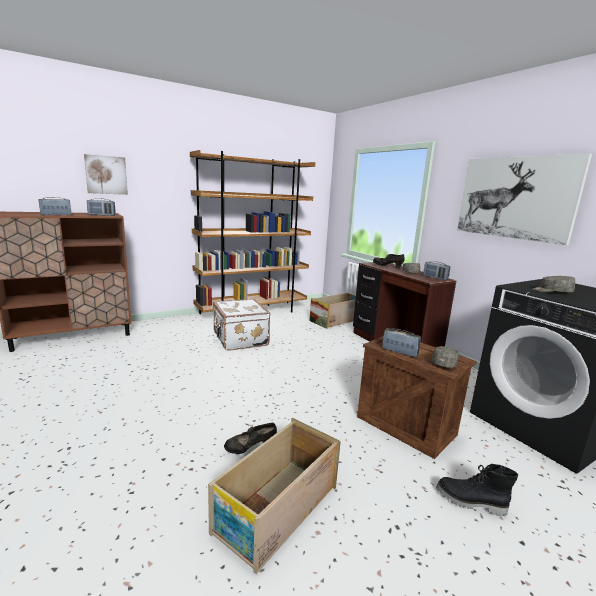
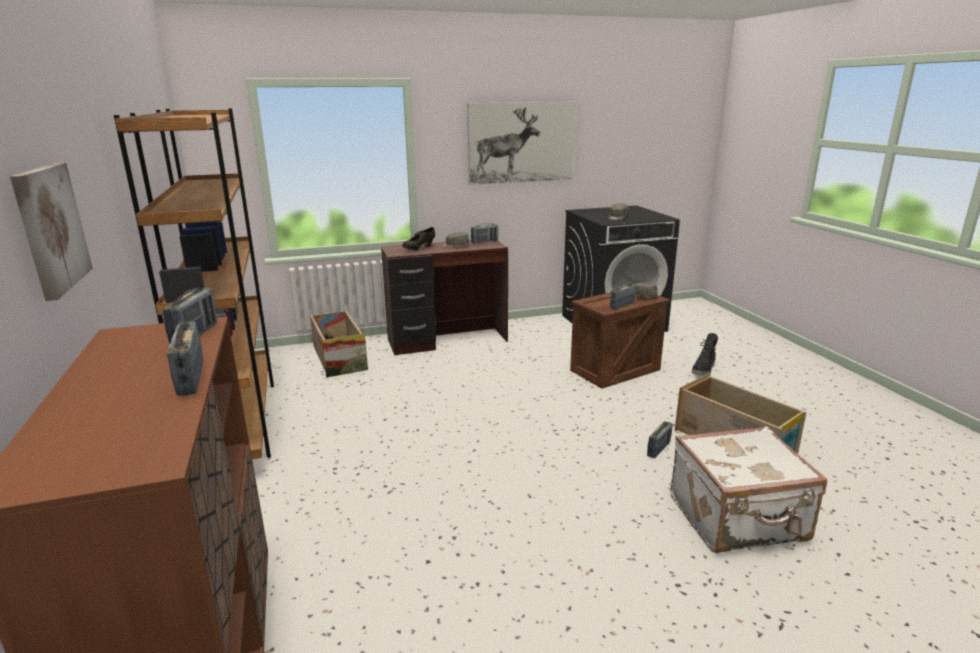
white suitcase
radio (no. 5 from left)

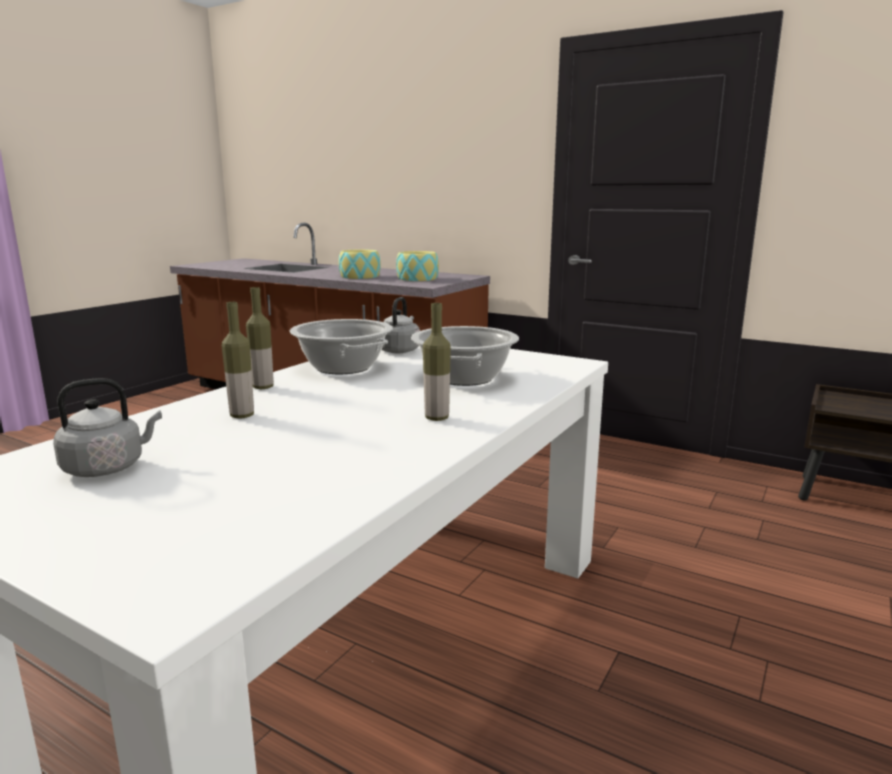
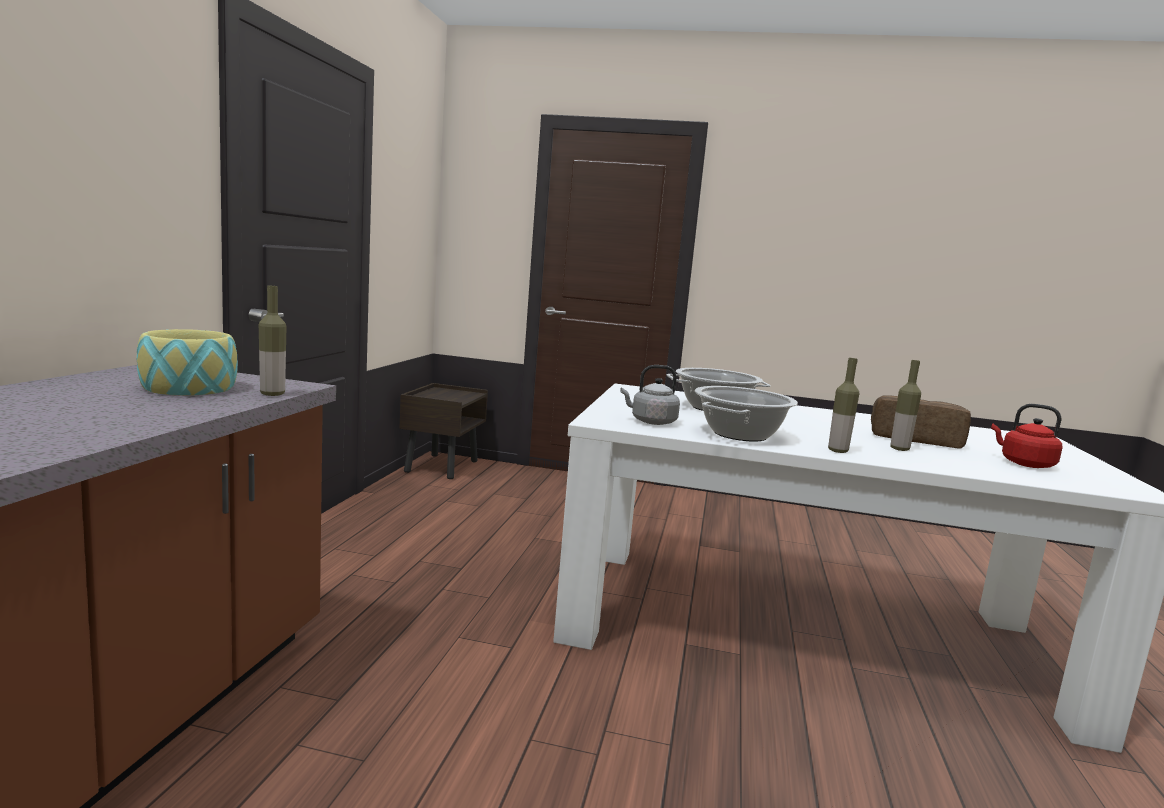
bowl (no. 1 from left in the first image)
bread
bottle (no. 1 from left)
red kettle

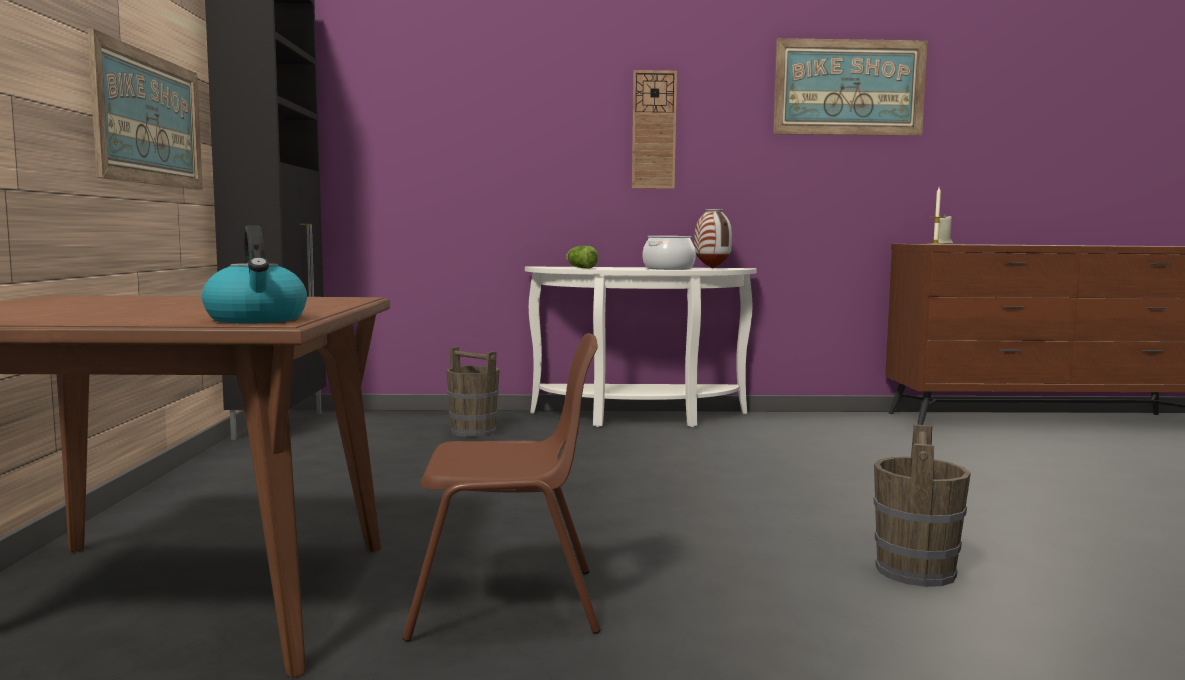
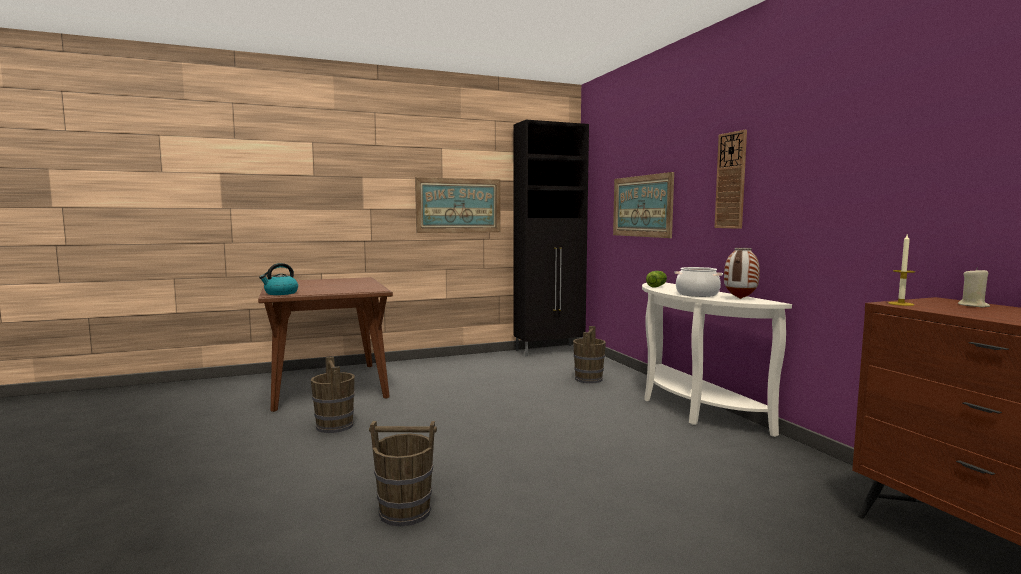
picture (no. 2 from left)
brown bucket (no. 1 from left)

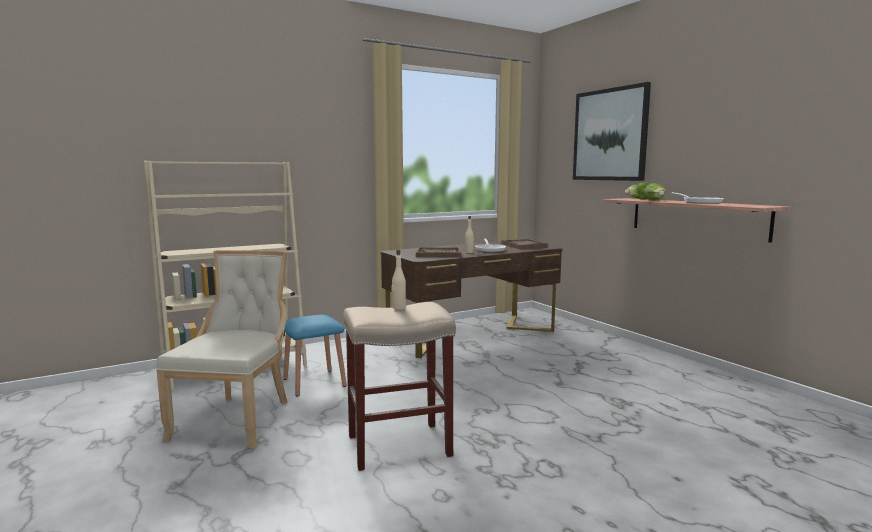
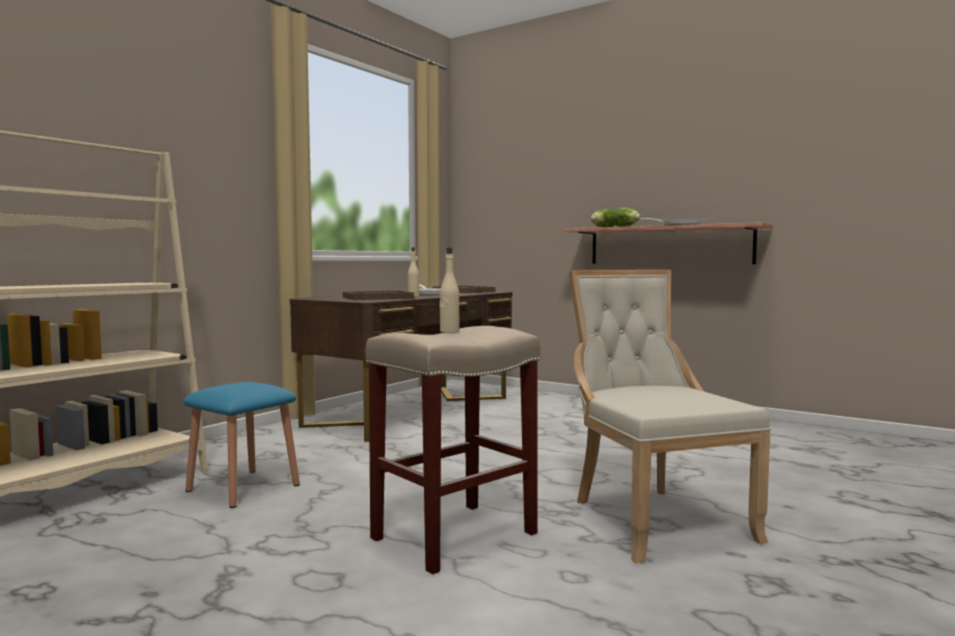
picture
beige chair

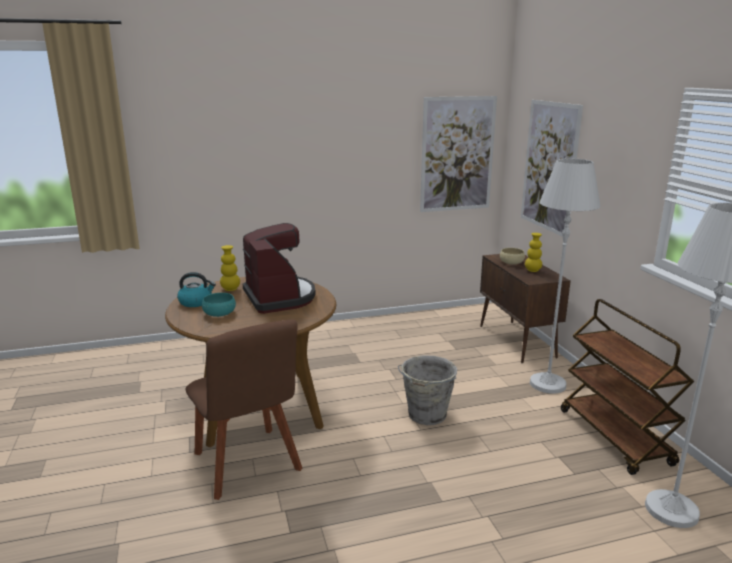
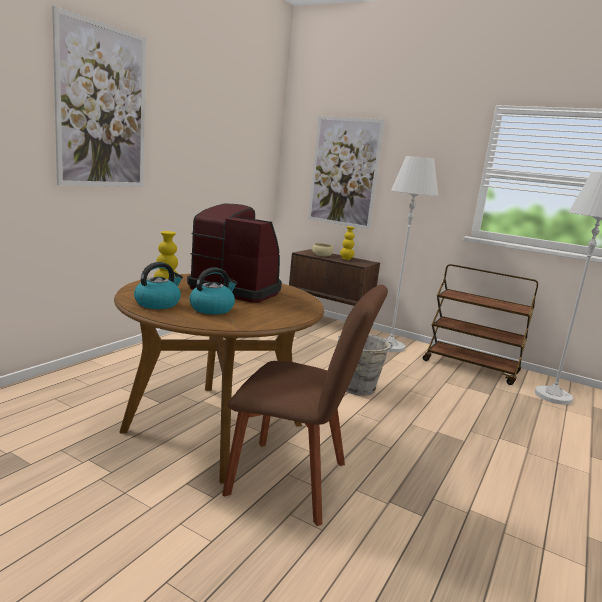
picture (no. 1 from left)
kettle (no. 2 from left)

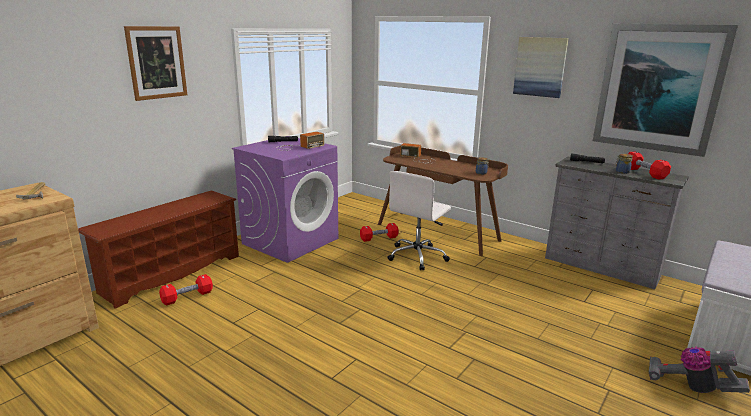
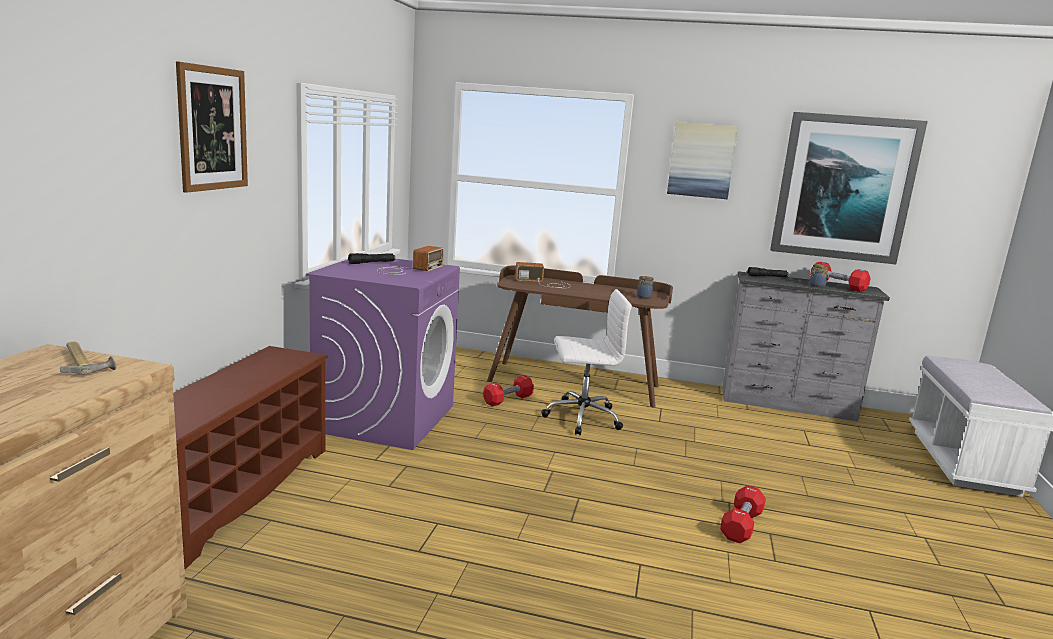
vacuum cleaner
red dumbbell (no. 2 from left)
white office chair

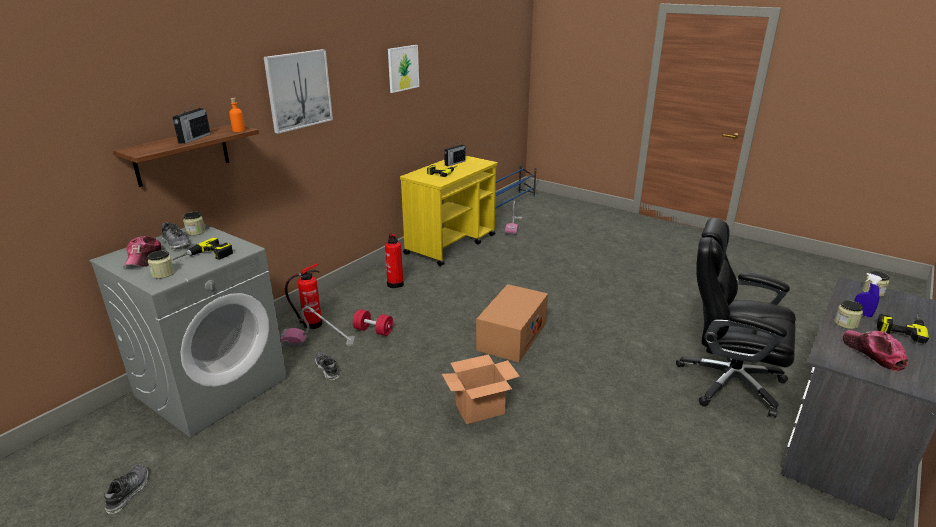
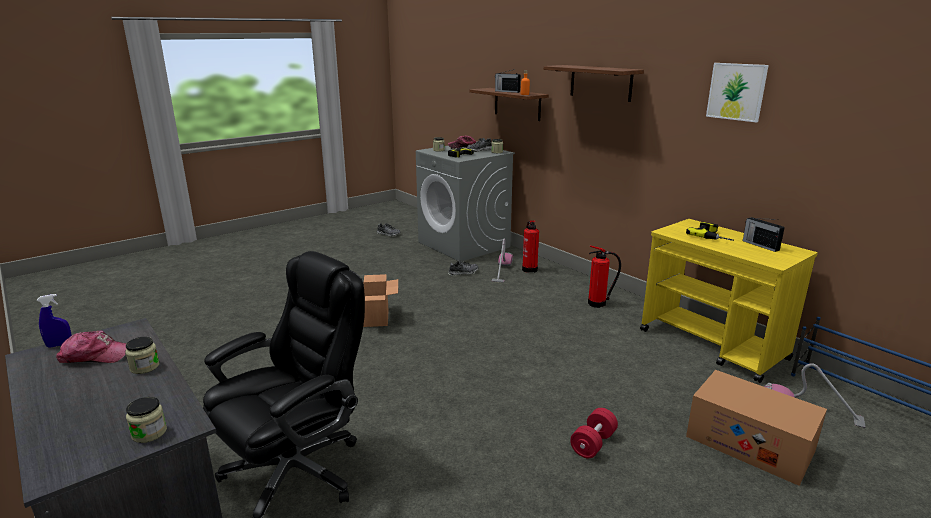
power drill (no. 3 from left in the first image)
red dumbbell
cardboard box (no. 2 from left)
blue spray bottle
shelf (no. 2 from left)

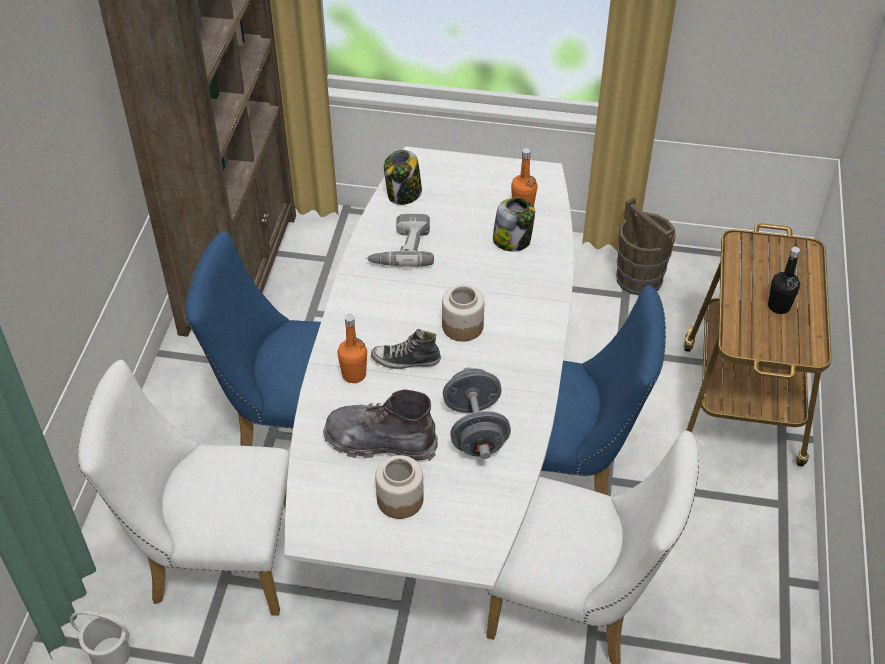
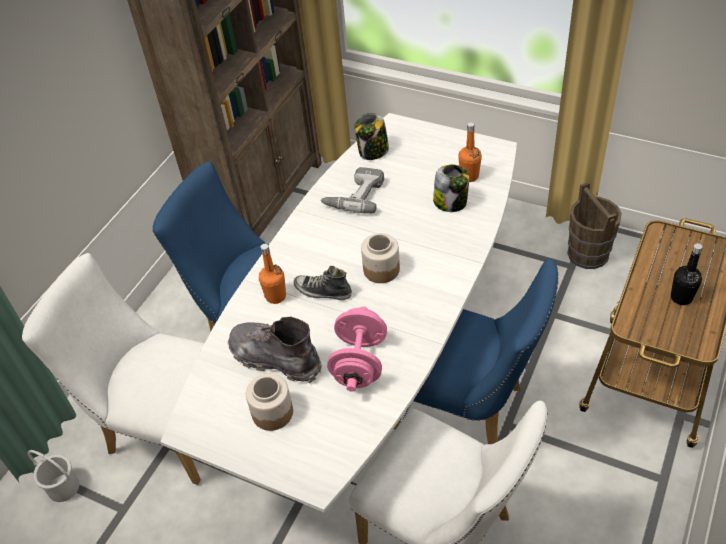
pink dumbbell

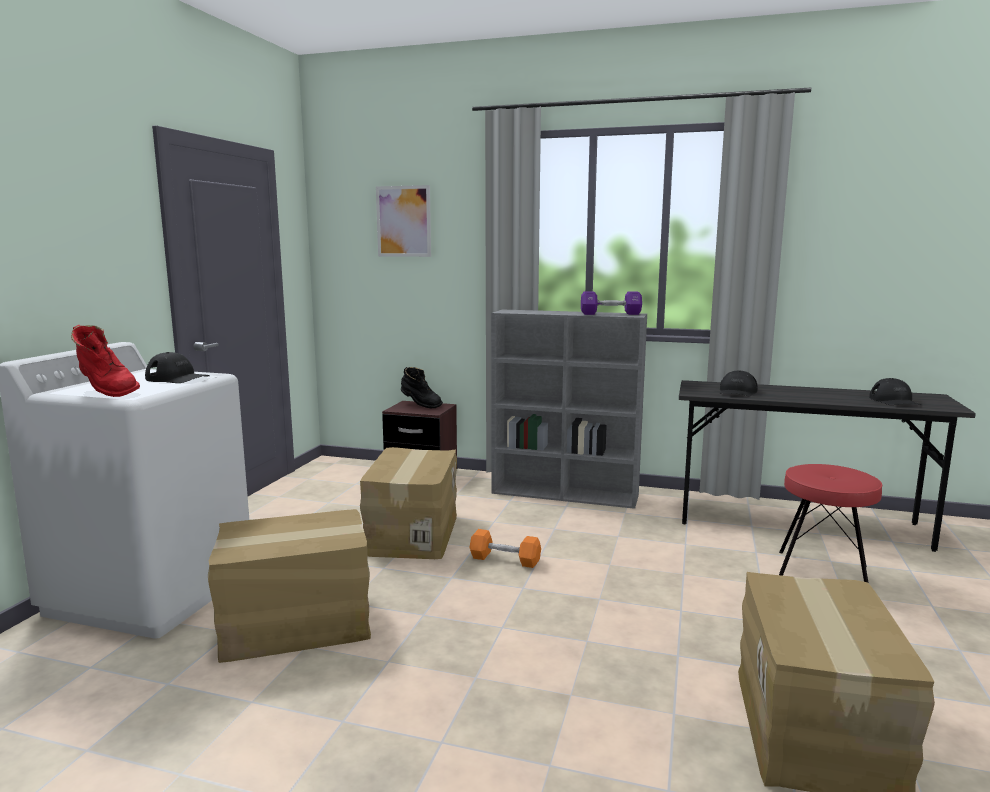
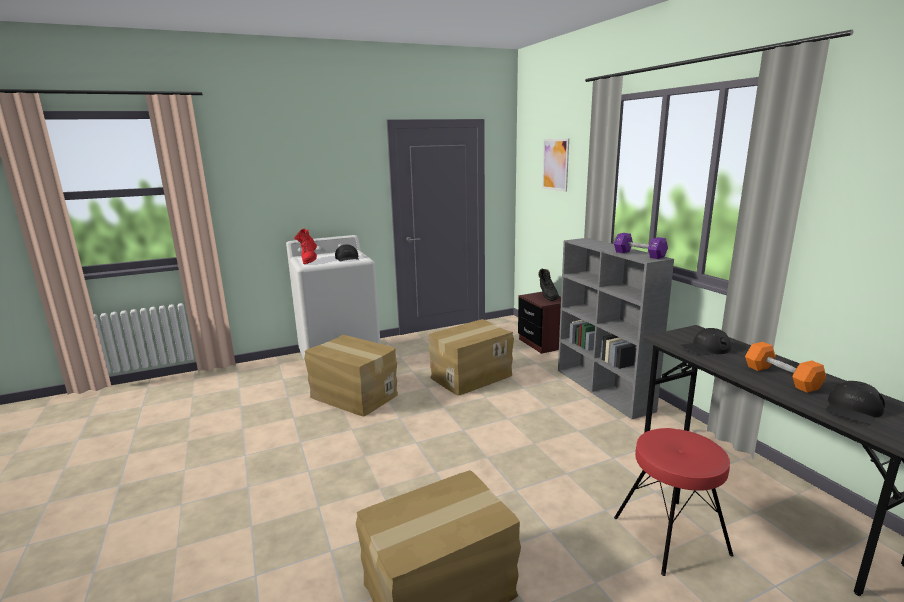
orange dumbbell

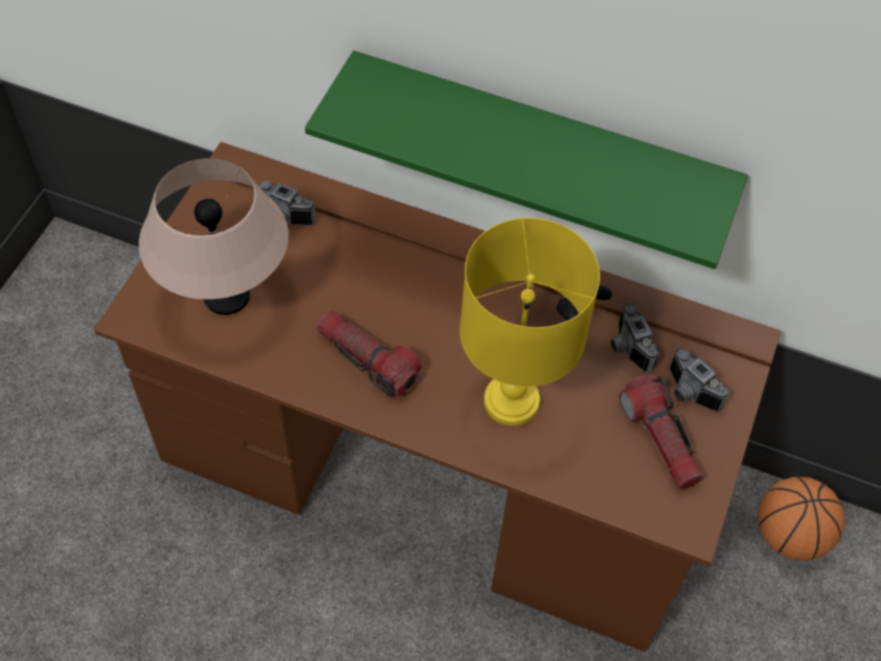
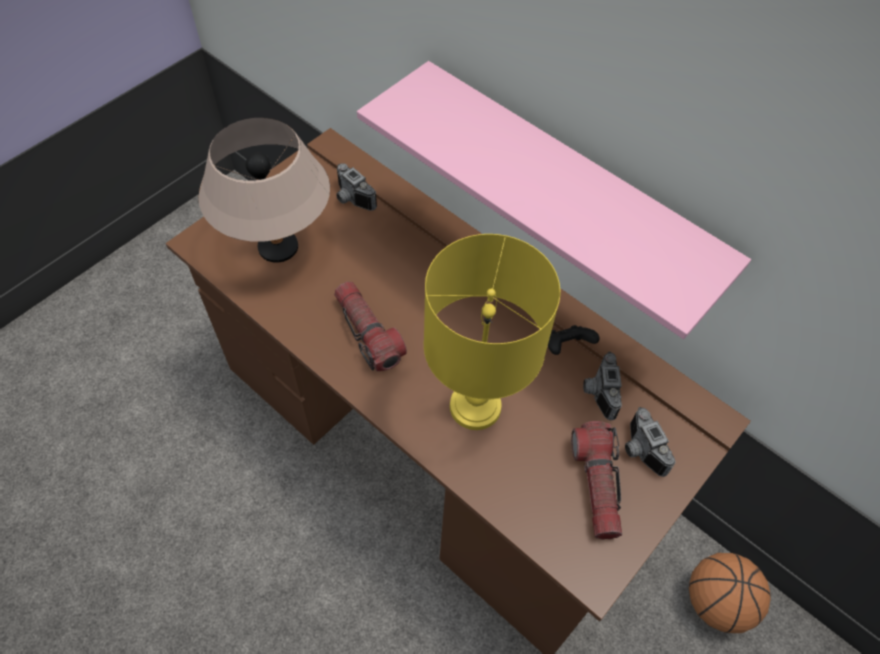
pink shelf

